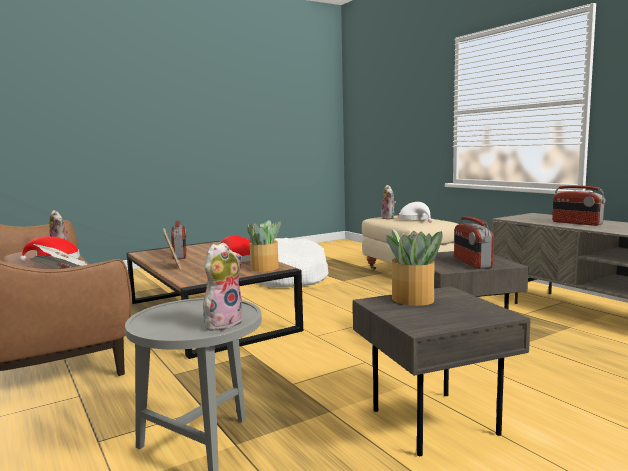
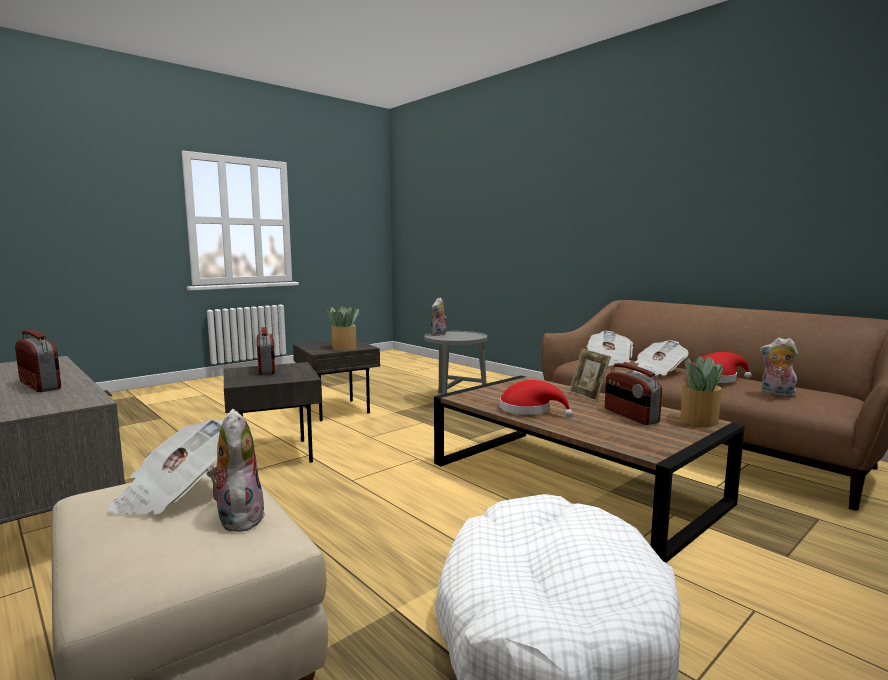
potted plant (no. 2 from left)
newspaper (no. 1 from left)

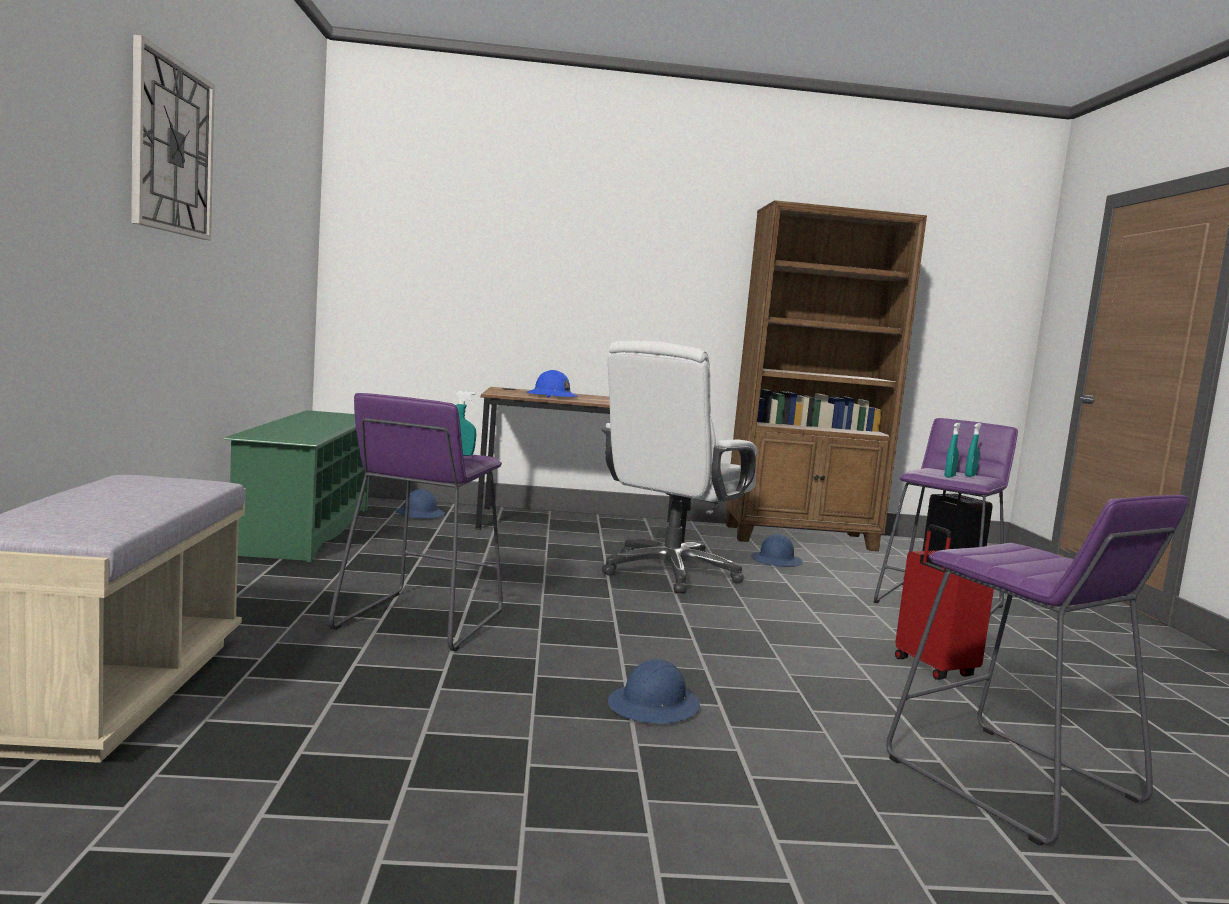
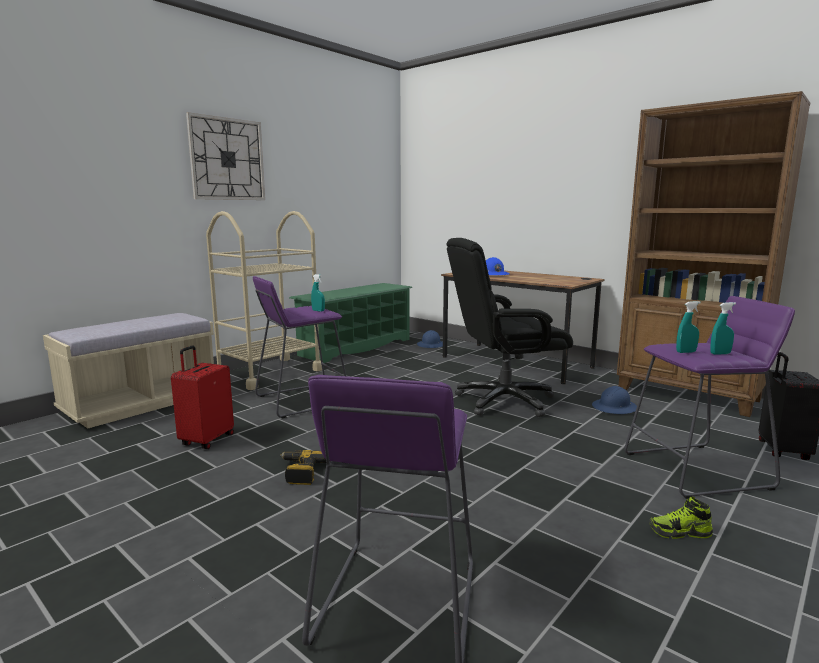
beige cart
shoe
red suitcase
power drill
black office chair

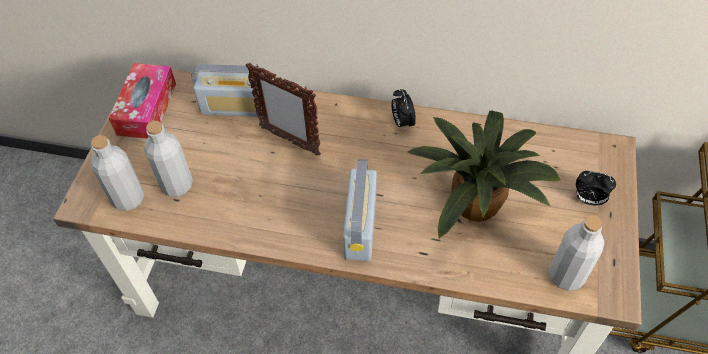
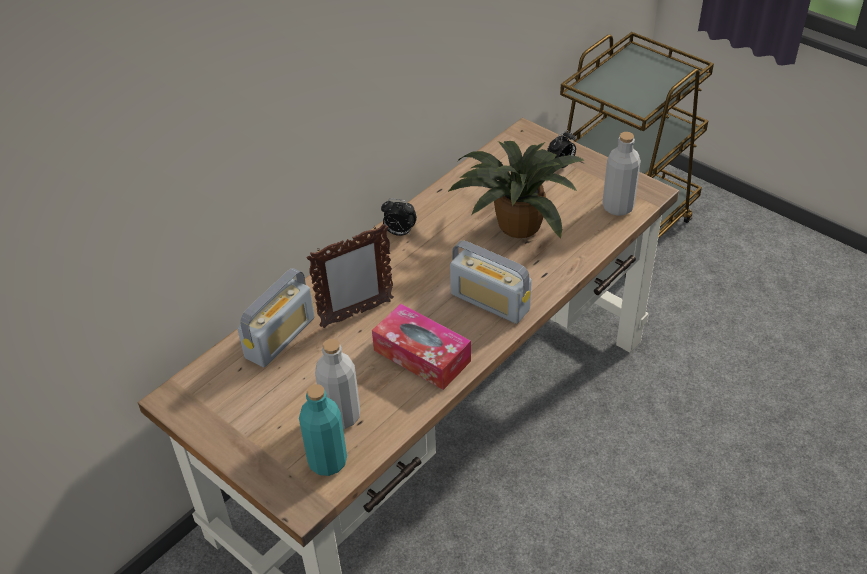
tissue box
turquoise bottle

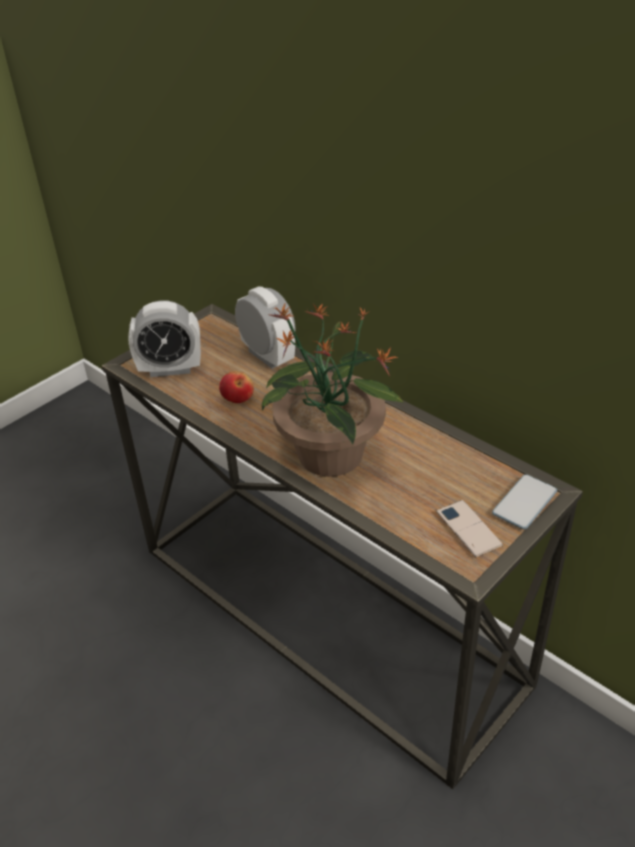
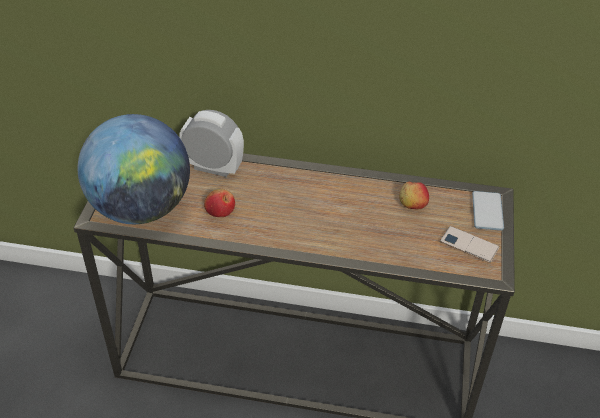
potted plant
apple (no. 2 from left)
globe

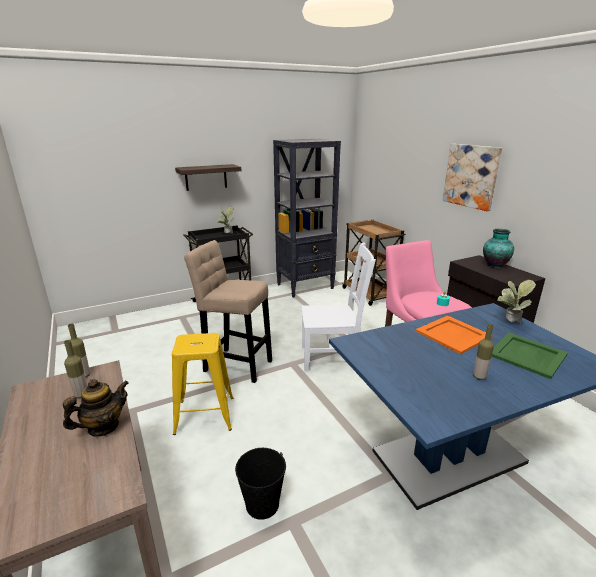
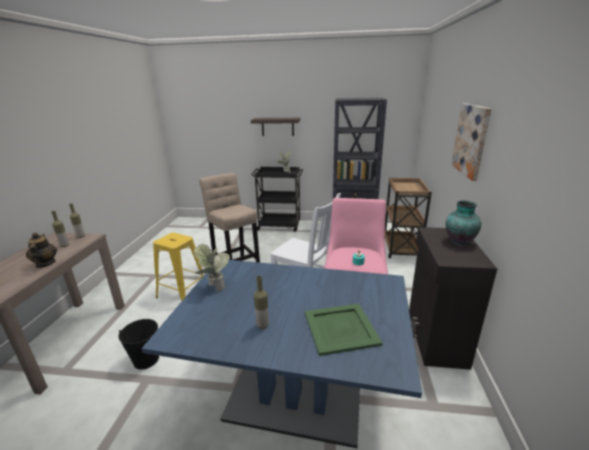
orange tray
potted plant (no. 1 from left)
teapot

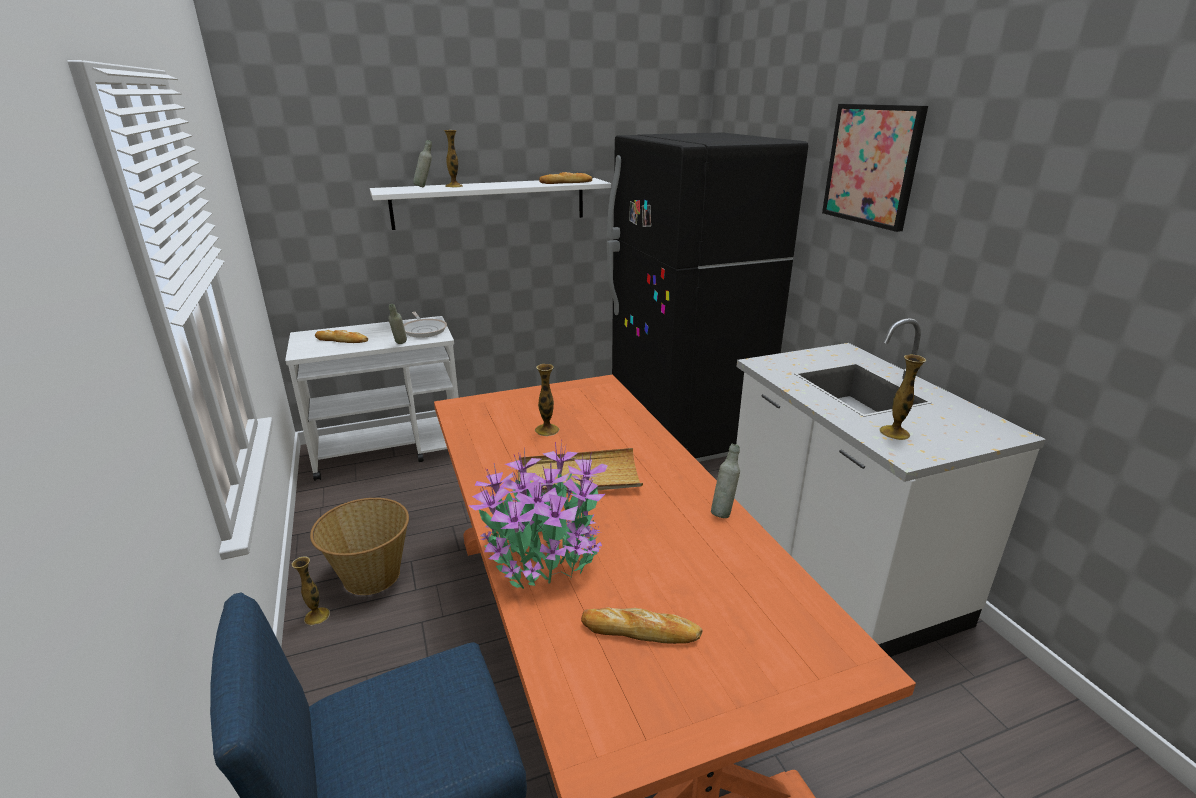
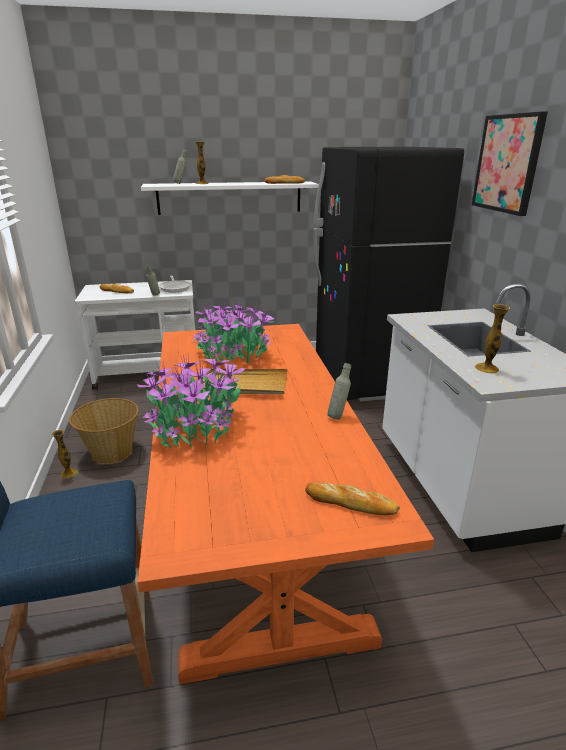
bread (no. 3 from left)
potted plant (no. 2 from left)

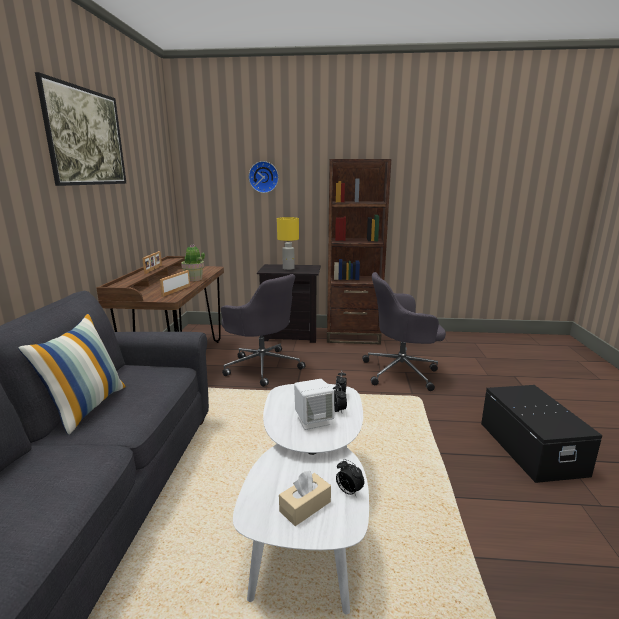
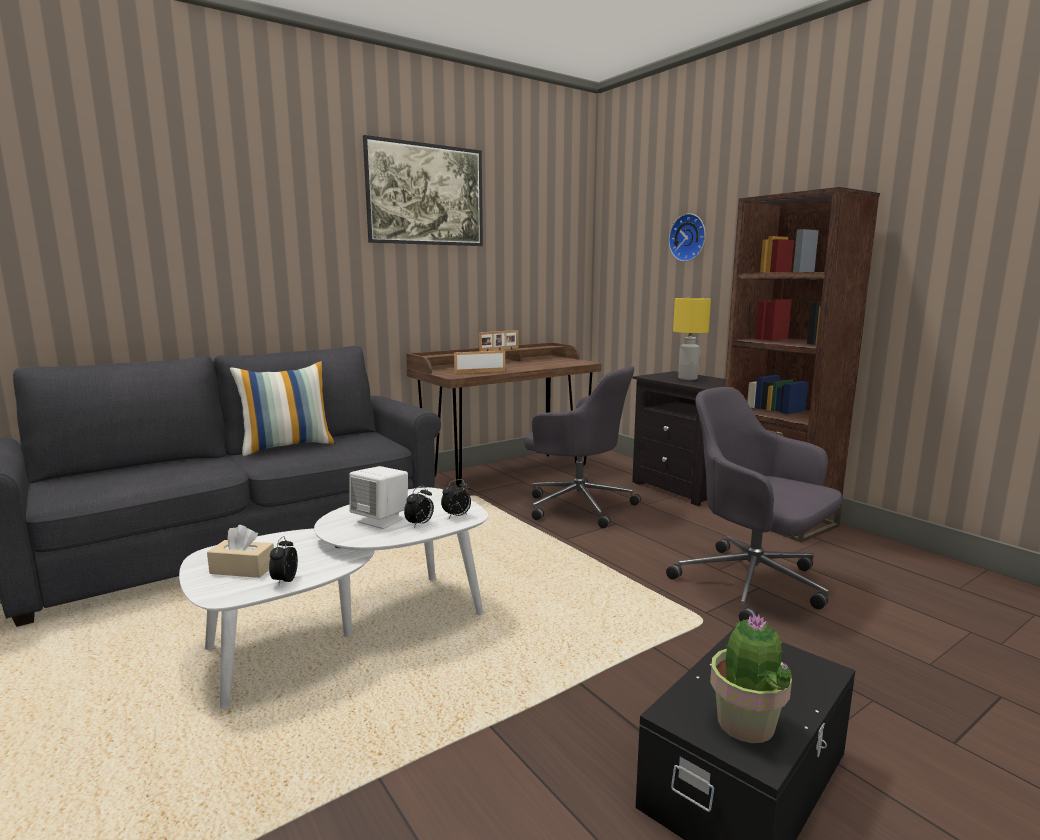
potted plant
grey office chair (no. 1 from left)

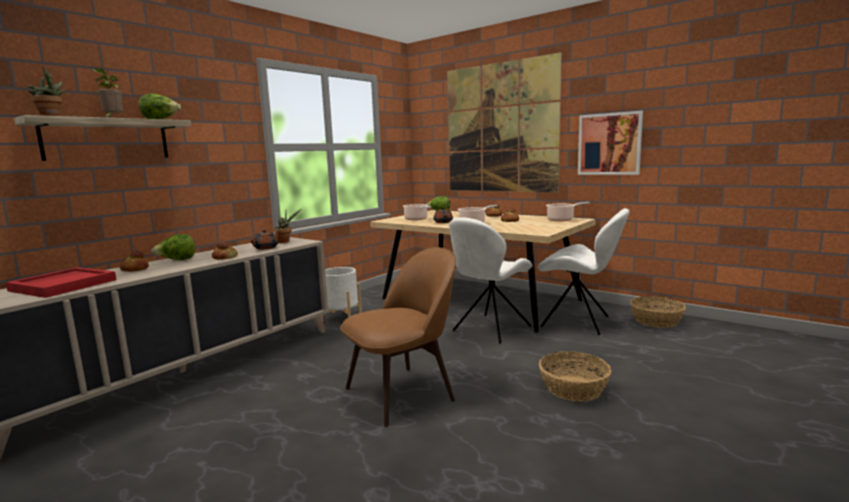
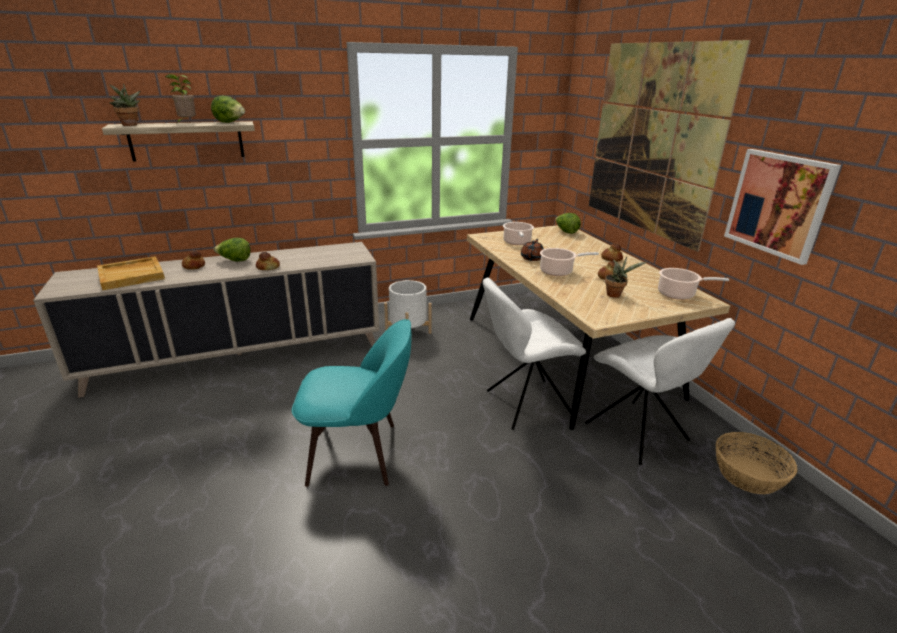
brown teapot (no. 1 from left in the first image)
basket (no. 1 from left in the first image)
potted plant (no. 3 from left)
beige tray
turquoise chair

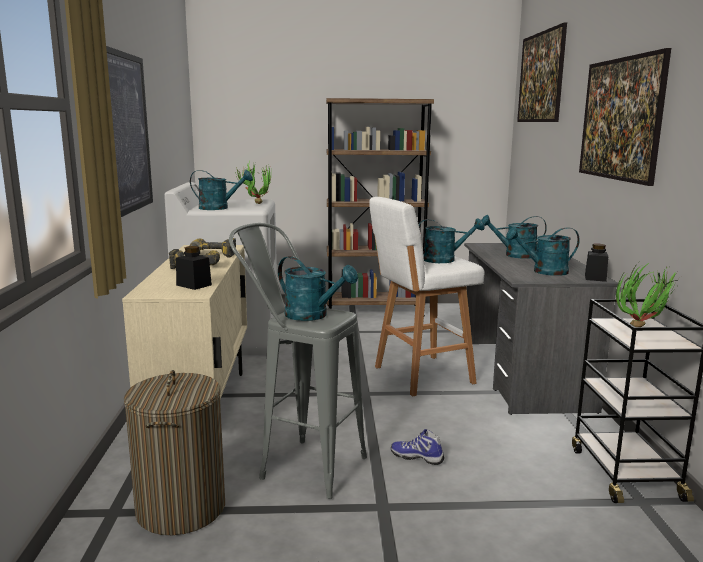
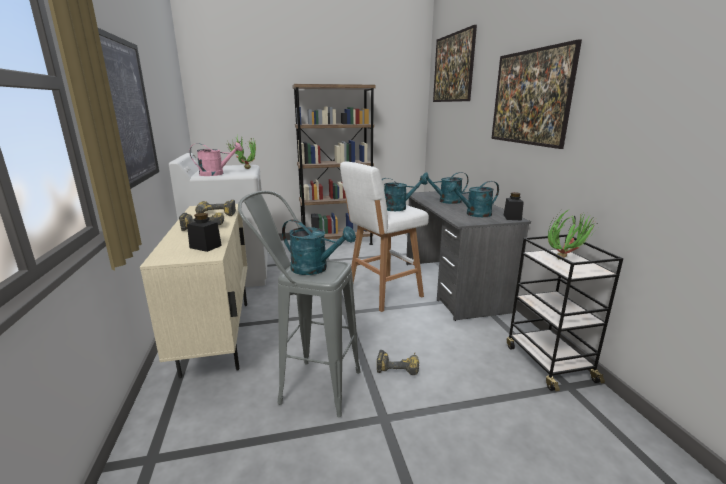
laundry basket
power drill (no. 3 from left)
pink watering can

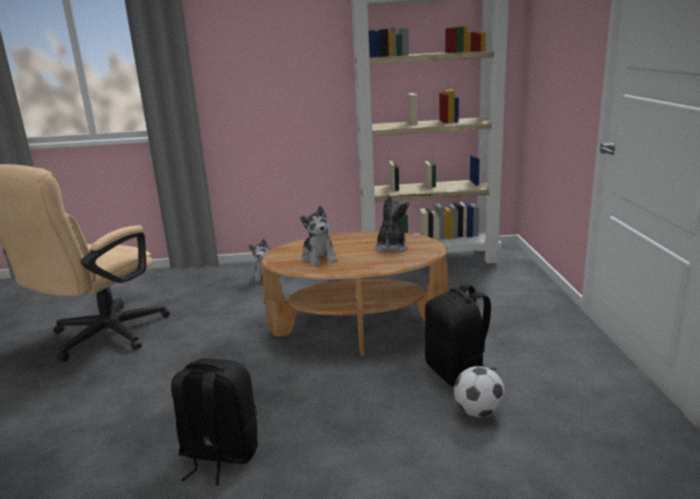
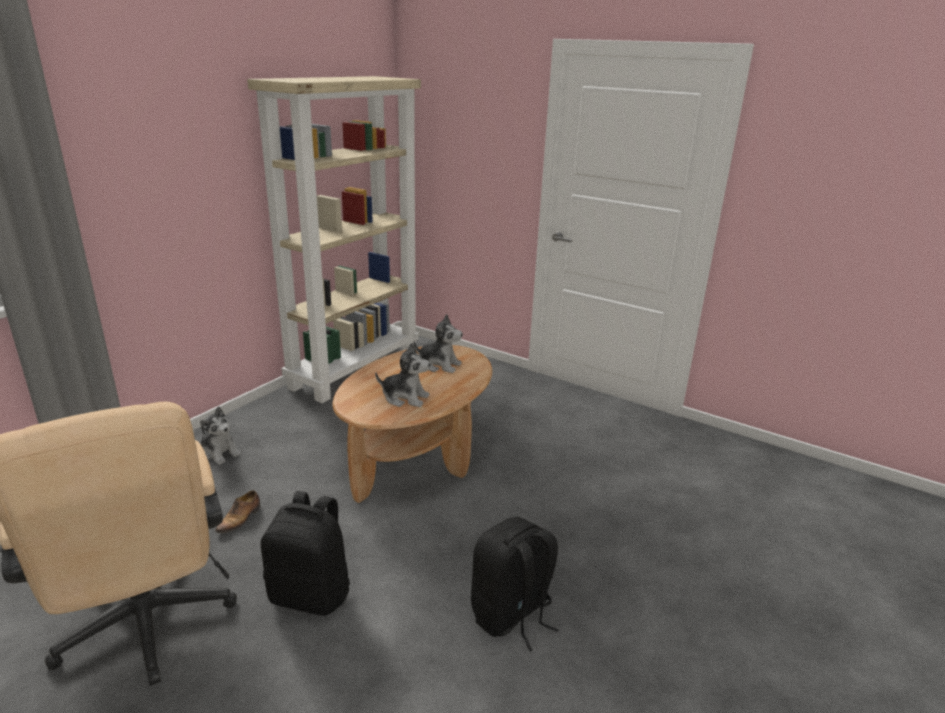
football
shoe
black backpack (no. 1 from left)
plush toy (no. 3 from left)

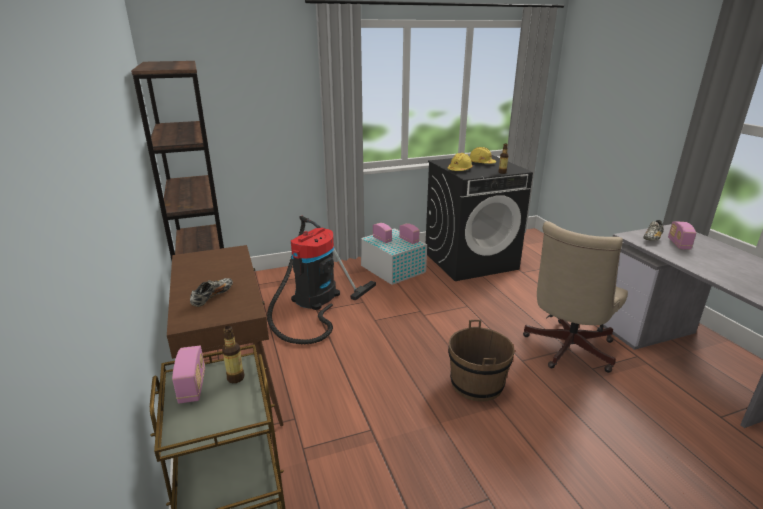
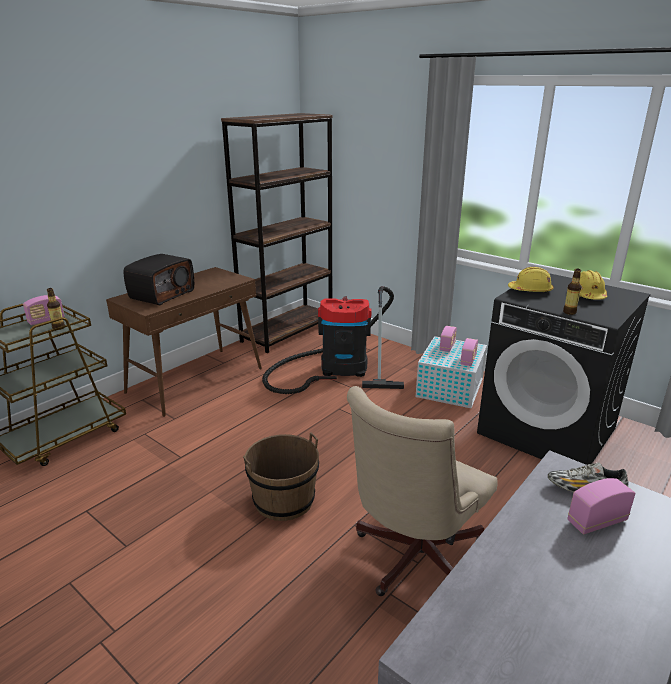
radio (no. 2 from left)
beige office chair

